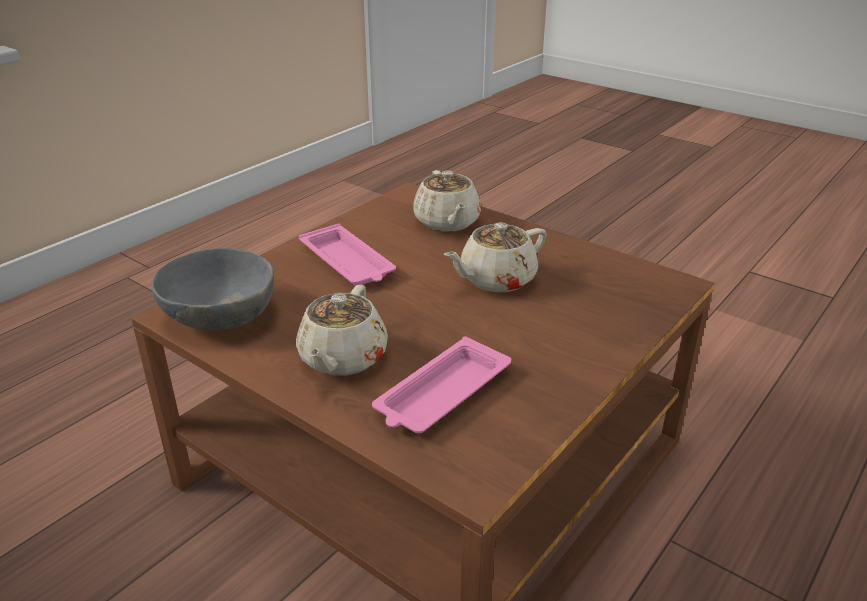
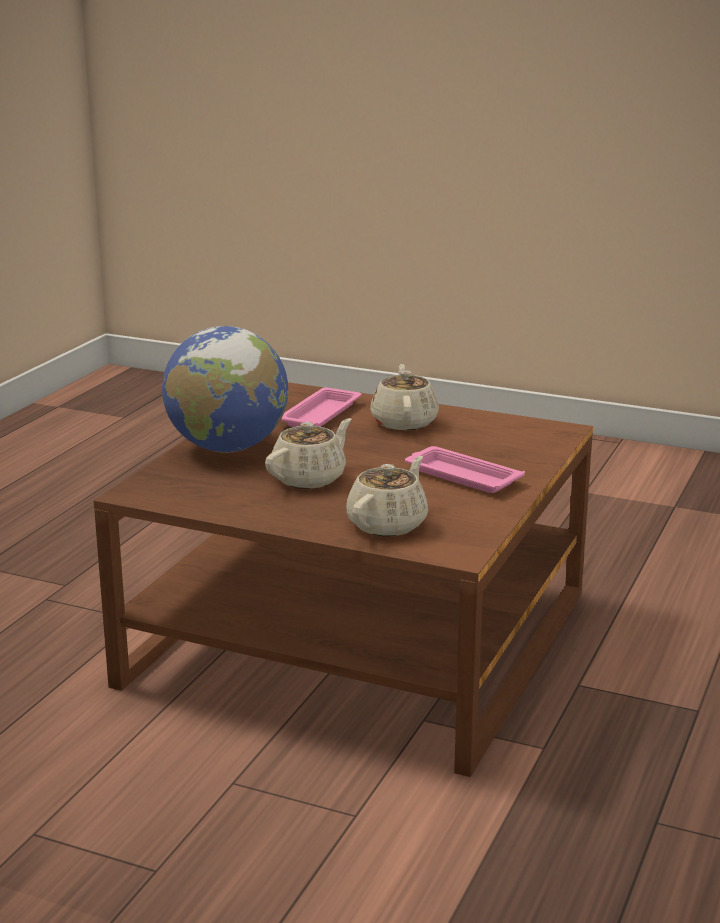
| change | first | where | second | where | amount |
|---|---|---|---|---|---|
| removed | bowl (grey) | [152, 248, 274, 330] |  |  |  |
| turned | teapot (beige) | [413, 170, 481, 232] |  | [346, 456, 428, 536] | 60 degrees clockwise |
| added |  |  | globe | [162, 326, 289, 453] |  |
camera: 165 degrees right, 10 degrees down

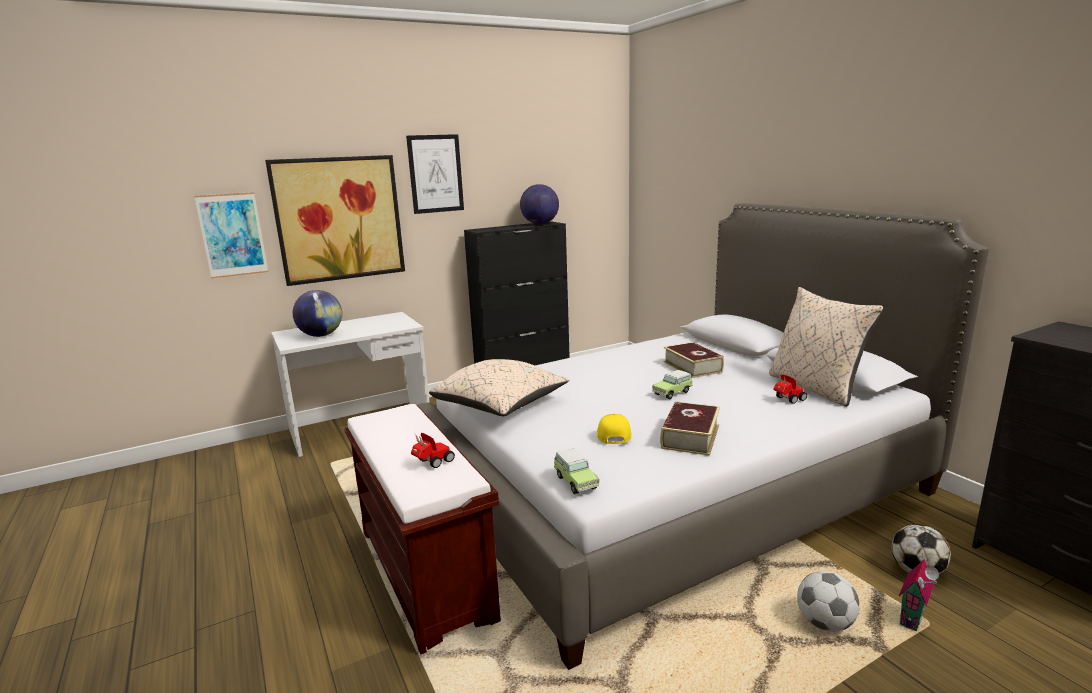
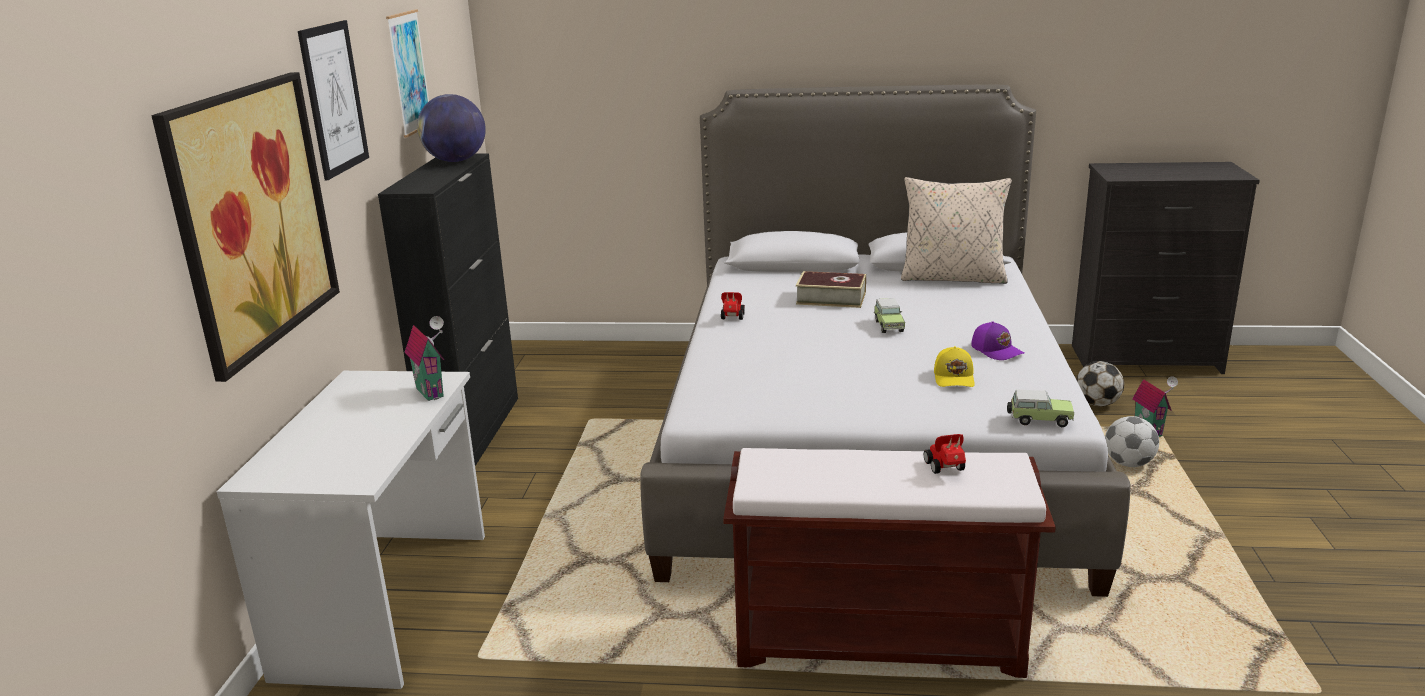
| change | first | where | second | where | amount |
|---|---|---|---|---|---|
| moved | picture | [194, 192, 268, 279] |  | [386, 9, 429, 138] |  |
| removed | globe | [293, 290, 342, 337] |  |  |  |
| removed | pillow (beige) | [429, 359, 569, 416] |  |  |  |
| turned | cap (yellow) | [597, 413, 631, 444] |  | [934, 346, 975, 387] | 120 degrees counterclockwise |
| replaced | book | [660, 401, 720, 456] | cap (purple) | [971, 321, 1024, 360] |  |
| moved | toy car | [773, 374, 807, 404] |  | [721, 292, 745, 320] |  |
| added |  |  | toy house | [404, 316, 444, 401] |  |
camera: 55 degrees left, 5 degrees up

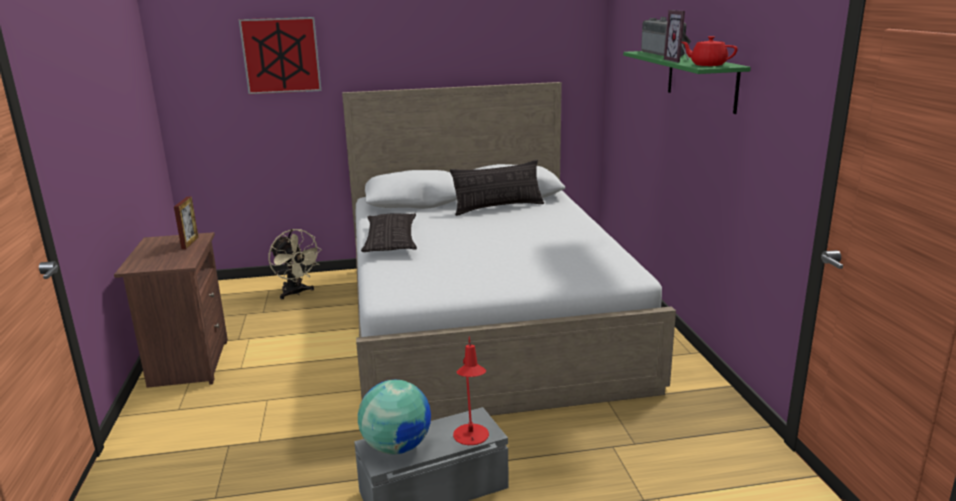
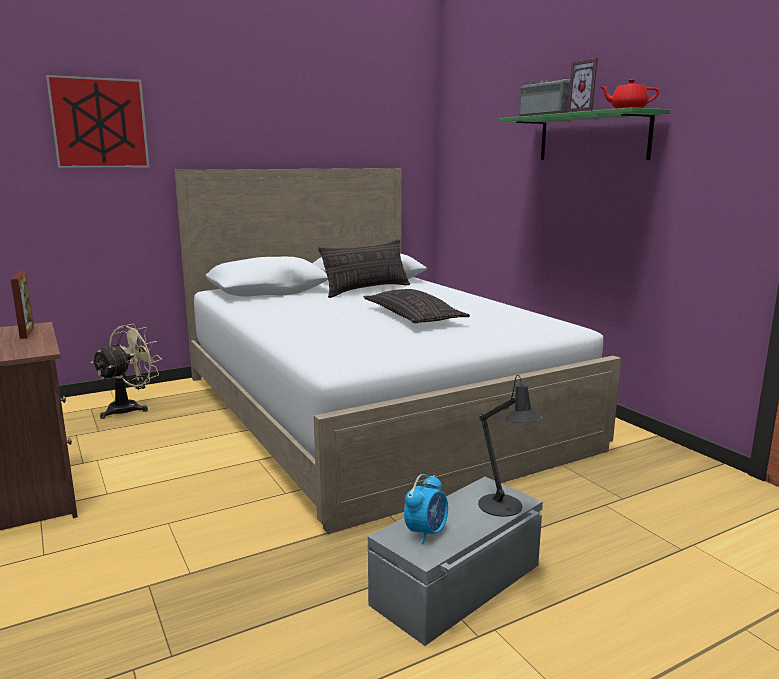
| change | first | where | second | where | amount |
|---|---|---|---|---|---|
| turned | fan (beige) | [268, 229, 322, 299] |  | [91, 324, 162, 419] | 90 degrees counterclockwise |
| replaced | globe | [358, 380, 431, 454] | alarm clock | [404, 474, 448, 544] |  |
| moved | pillow | [361, 213, 417, 252] |  | [364, 289, 470, 323] |  |
| recoloured | table lamp (red) | [453, 337, 489, 445] | table lamp (black) | [478, 375, 542, 517] |  |
camera: 20 degrees left, 5 degrees down

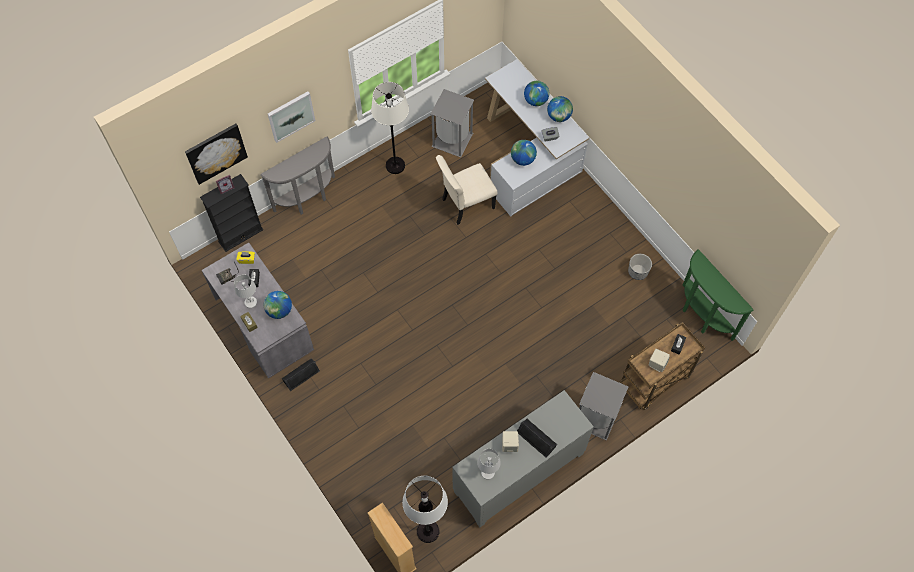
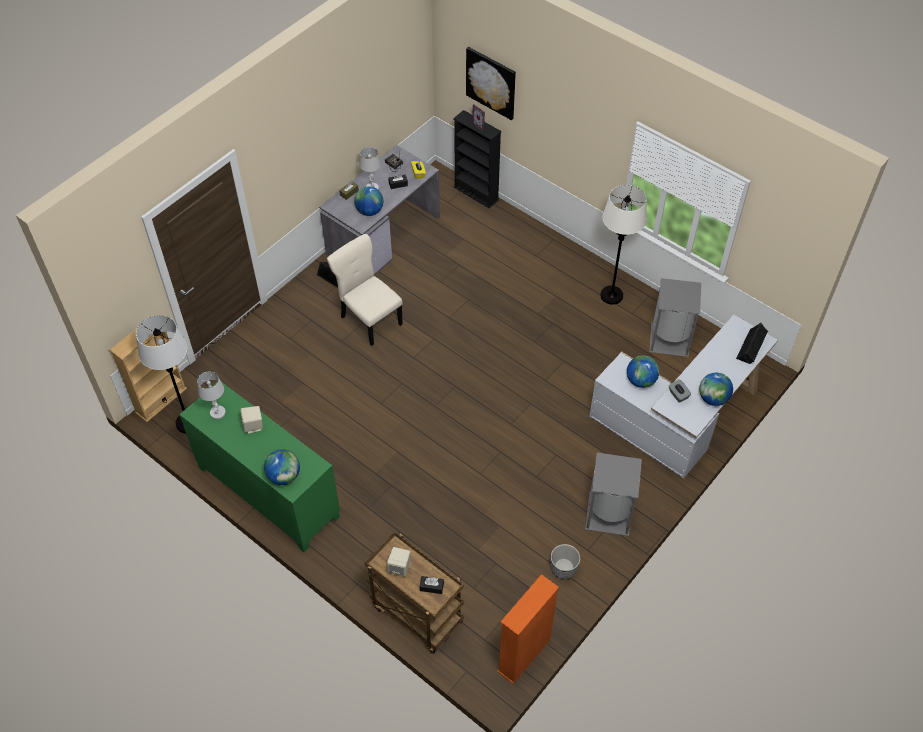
| change | first | where | second | where | amount |
|---|---|---|---|---|---|
| removed | console table (grey) | [260, 136, 335, 215] |  |  |  |
| removed | picture | [268, 91, 315, 143] |  |  |  |
| moved | chair (beige) | [436, 155, 497, 225] |  | [327, 234, 403, 346] |  |
| recoloured | cabinet (grey) | [452, 390, 594, 528] | cabinet (green) | [179, 383, 340, 552] |  |
| moved | speaker (black) | [517, 419, 557, 458] |  | [736, 323, 768, 364] |  |
| moved | globe | [524, 81, 549, 106] |  | [264, 449, 300, 485] |  |
| moved | trash can (grey) | [579, 372, 629, 441] |  | [585, 453, 642, 536] |  |
| replaced | console table (green) | [682, 249, 754, 341] | bookcase (orange) | [497, 574, 559, 684] |  |
camera: 75 degrees right, 10 degrees down

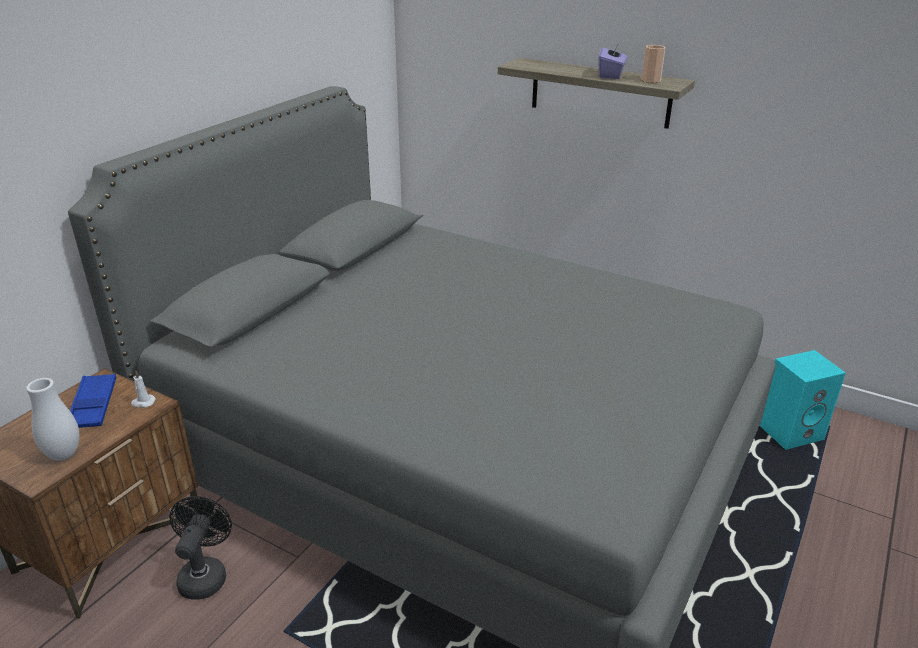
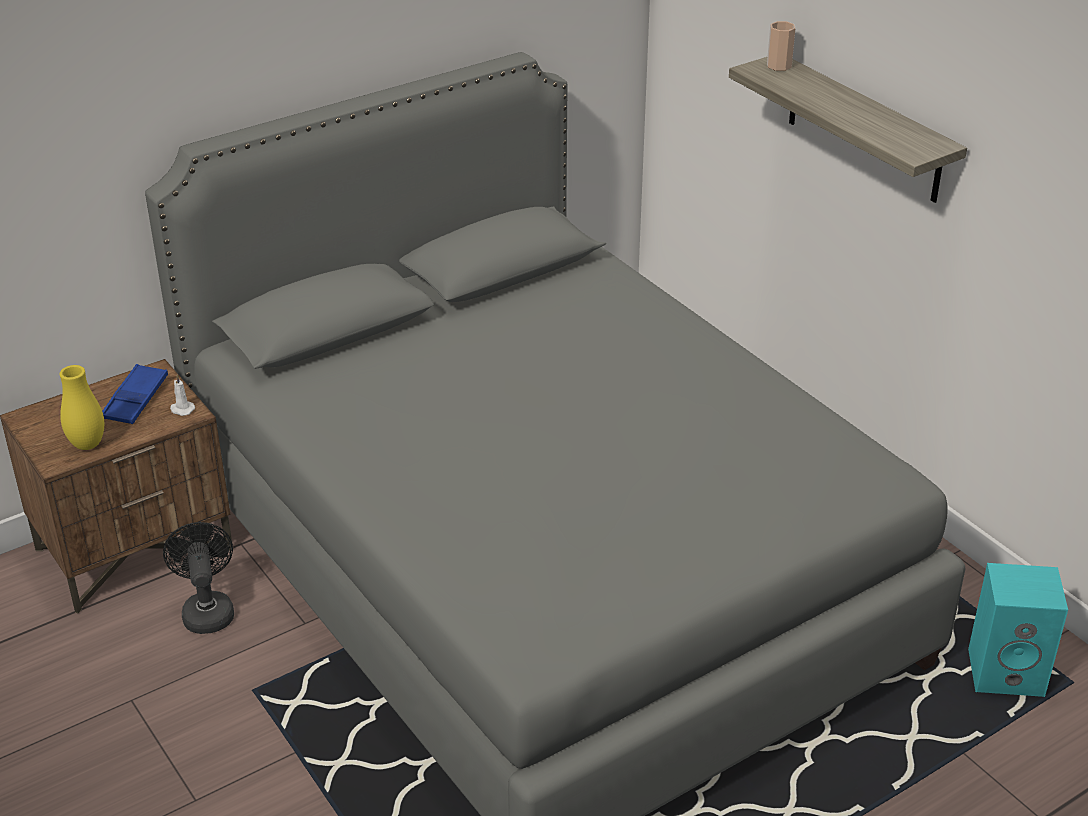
| change | first | where | second | where | amount |
|---|---|---|---|---|---|
| recoloured | vase (white) | [26, 378, 79, 461] | vase (yellow) | [59, 365, 104, 450] |  |
| turned | fan (black) | [169, 496, 232, 600] |  | [163, 522, 234, 634] | 45 degrees counterclockwise |
| removed | tissue box (purple) | [598, 42, 627, 79] |  |  |  |
| moved | cup | [641, 45, 666, 83] |  | [767, 21, 796, 71] |  |
camera: 25 degrees right, 5 degrees up

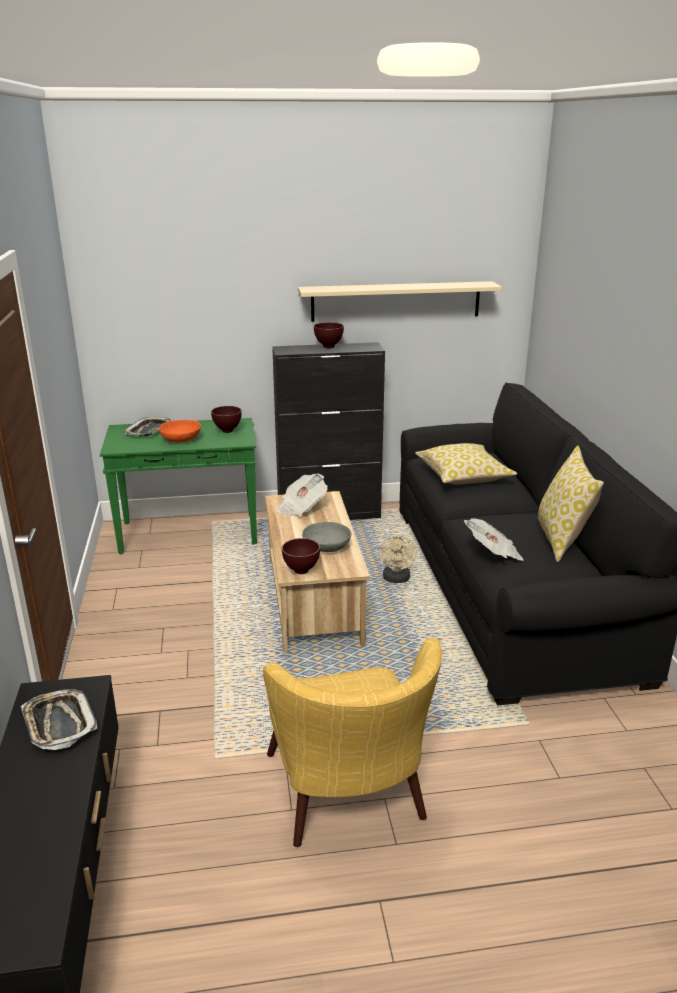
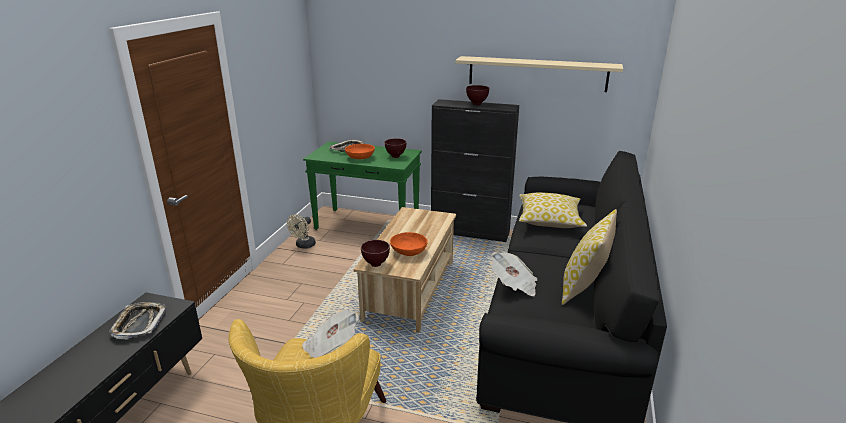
| change | first | where | second | where | amount |
|---|---|---|---|---|---|
| moved | newspaper | [276, 474, 328, 516] |  | [302, 309, 359, 358] |  |
| recoloured | bowl (grey) | [302, 522, 351, 552] | bowl (orange) | [390, 232, 428, 256] |  |
| moved | fan (beige) | [379, 535, 417, 583] |  | [287, 214, 316, 249] |  |
camera: 25 degrees right, 0 degrees up

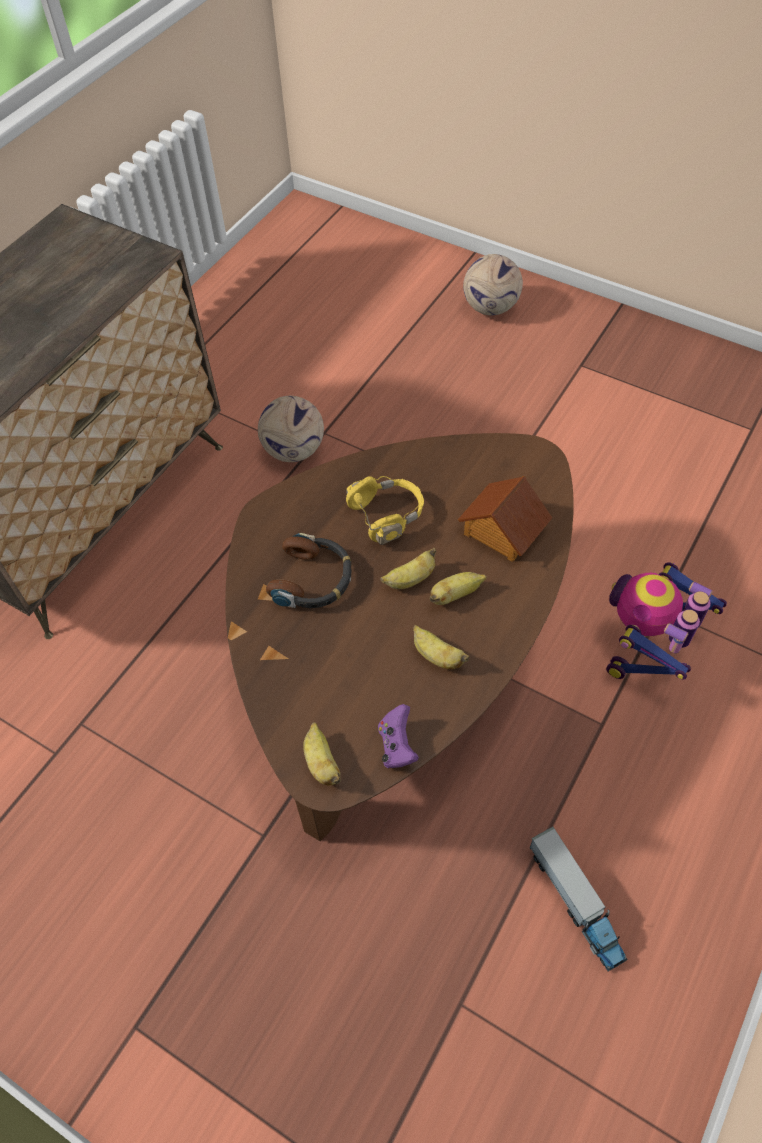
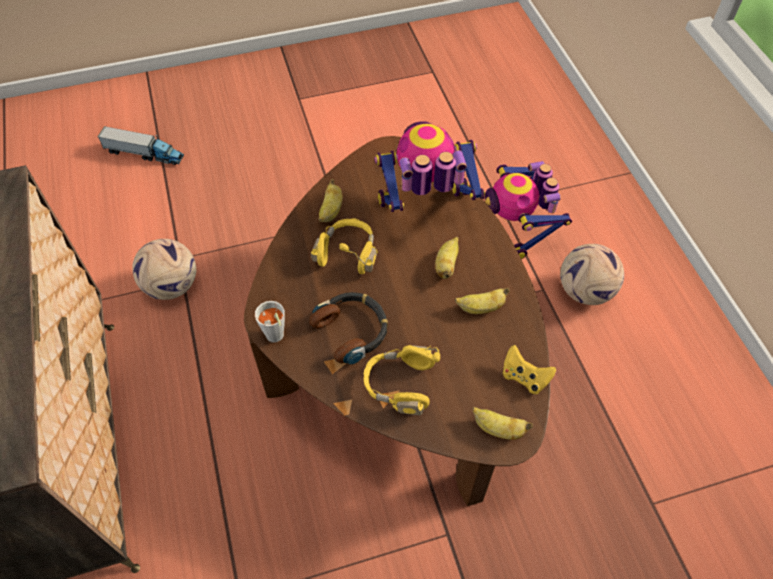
| change | first | where | second | where | amount |
|---|---|---|---|---|---|
| recoloured | game controller (purple) | [378, 704, 419, 769] | game controller (yellow) | [503, 345, 556, 394] |  |
| moved | banana | [380, 548, 436, 589] |  | [319, 179, 343, 222] |  |
| replaced | toy house | [458, 476, 552, 562] | toy robot | [374, 121, 485, 212] |  |
| moved | football | [463, 254, 523, 315] |  | [560, 244, 624, 305] |  |
| moved | toy truck | [530, 827, 628, 971] |  | [98, 126, 184, 165] |  |
| added |  |  | cup (grey) | [255, 301, 285, 343] |  |
| added |  |  | headphones (yellow) | [364, 345, 440, 416] |  |
camera: 50 degrees left, 0 degrees up

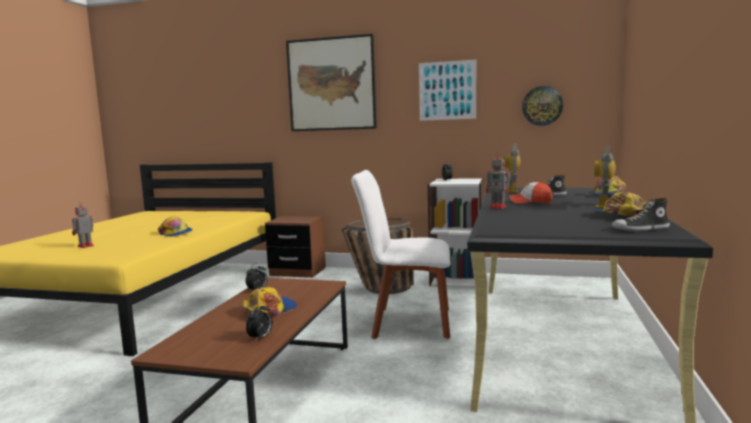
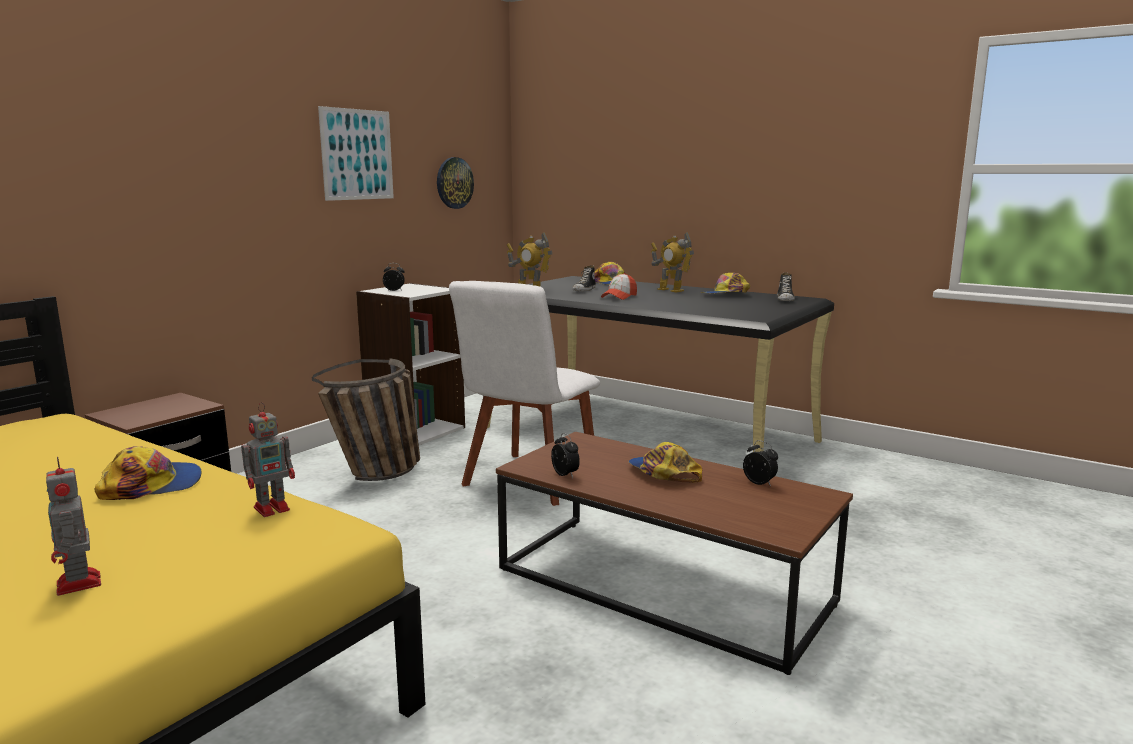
| change | first | where | second | where | amount |
|---|---|---|---|---|---|
| removed | picture | [286, 34, 377, 131] |  |  |  |
| moved | toy robot | [486, 152, 512, 209] |  | [241, 402, 295, 517] |  |
camera: 70 degrees left, 5 degrees up

